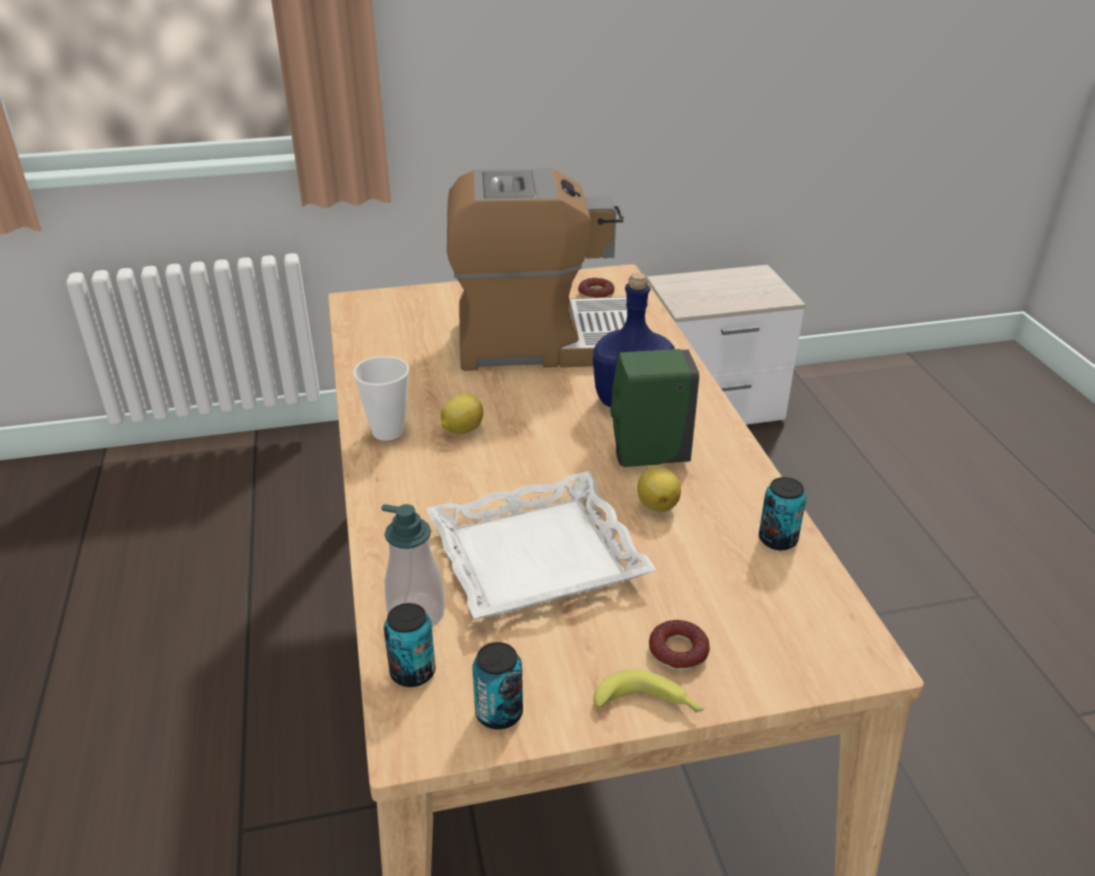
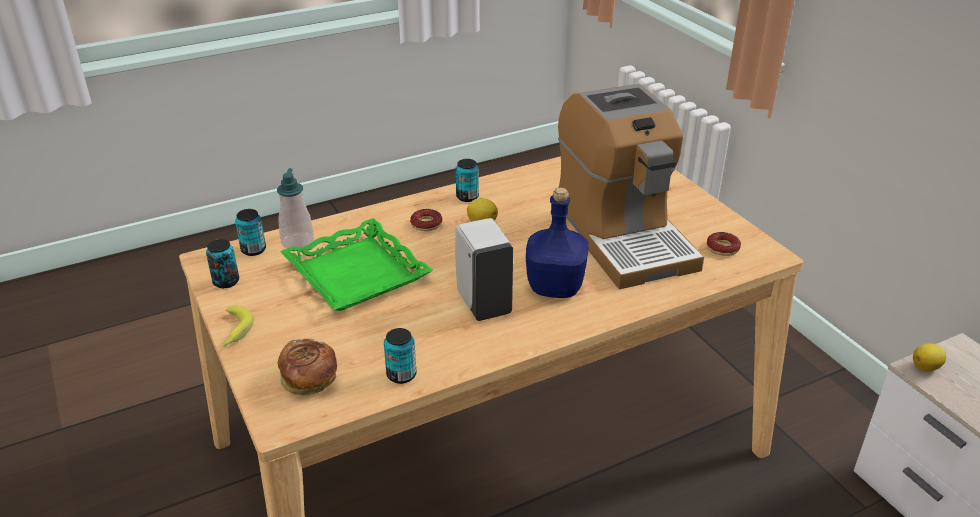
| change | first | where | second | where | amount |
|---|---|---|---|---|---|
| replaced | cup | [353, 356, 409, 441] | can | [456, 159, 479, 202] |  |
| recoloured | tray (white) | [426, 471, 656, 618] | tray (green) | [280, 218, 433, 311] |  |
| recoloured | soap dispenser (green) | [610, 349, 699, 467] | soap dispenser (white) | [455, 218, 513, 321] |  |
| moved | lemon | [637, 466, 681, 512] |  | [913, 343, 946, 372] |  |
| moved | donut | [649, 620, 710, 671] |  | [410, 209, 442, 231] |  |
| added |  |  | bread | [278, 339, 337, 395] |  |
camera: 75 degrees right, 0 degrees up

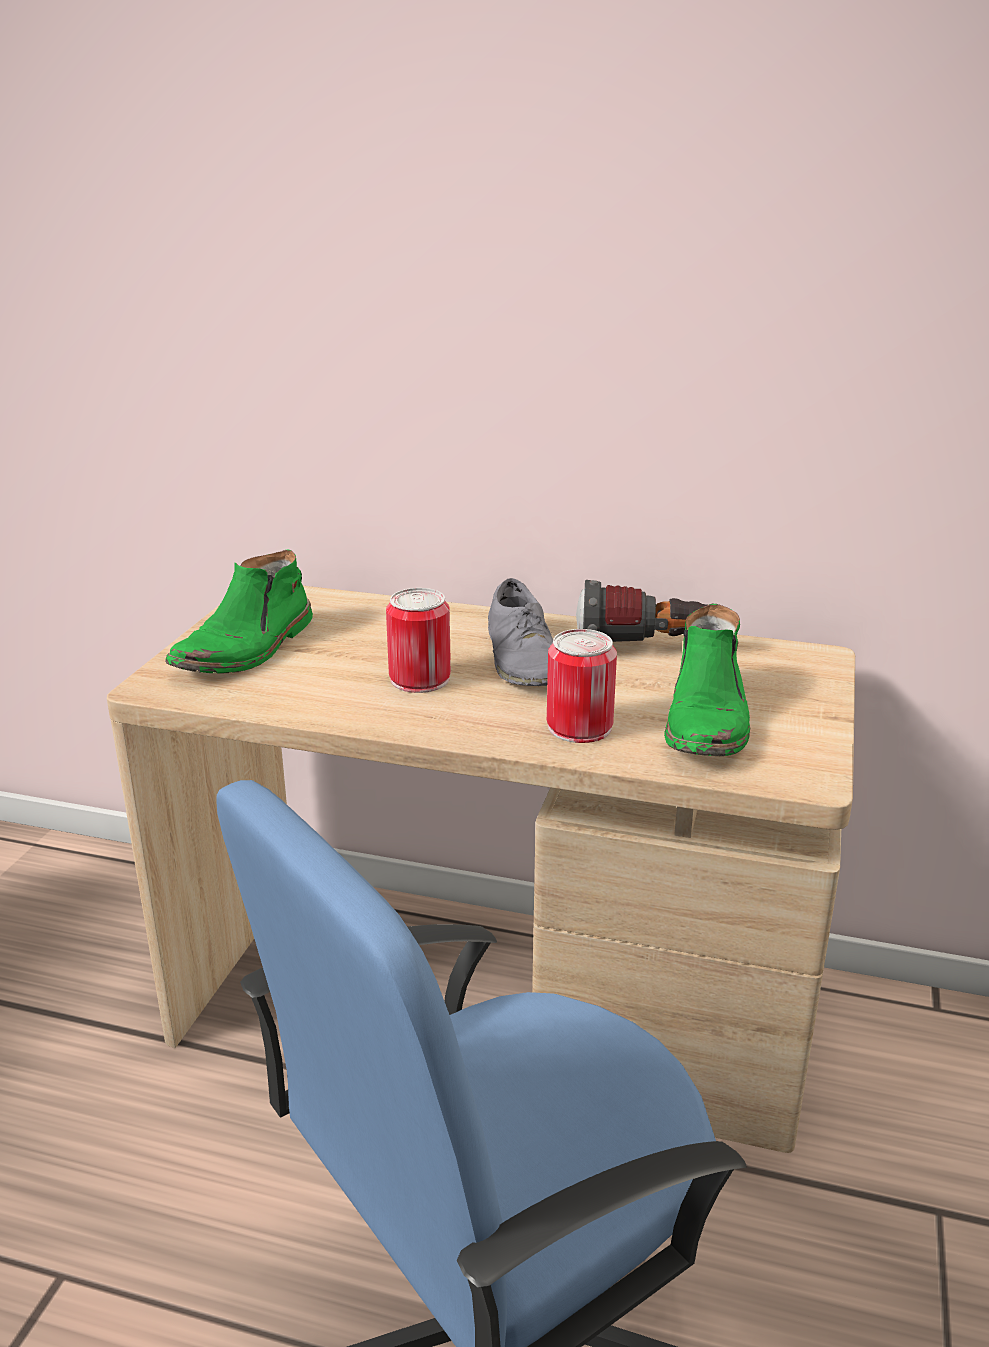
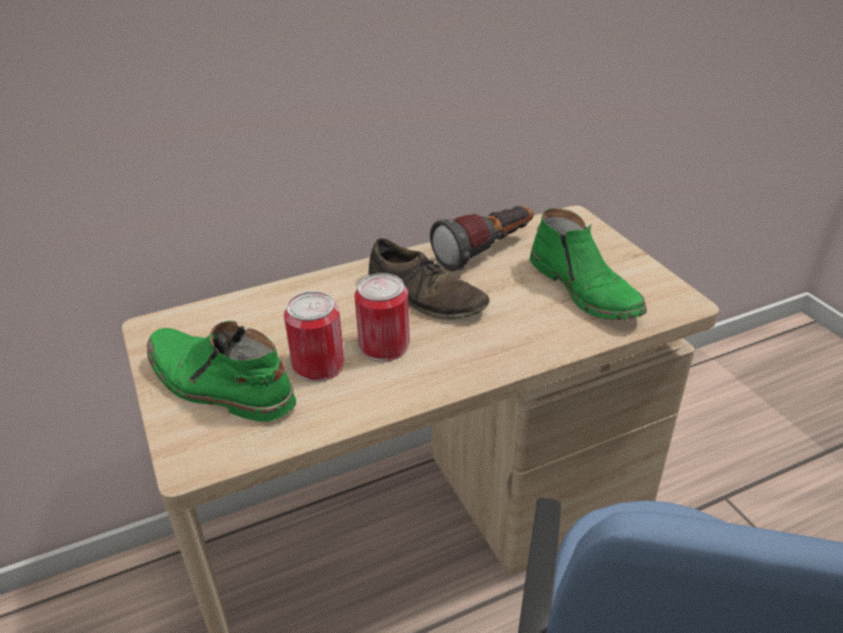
| change | first | where | second | where | amount |
|---|---|---|---|---|---|
| turned | boot (green) | [165, 549, 313, 674] |  | [147, 321, 296, 422] | 135 degrees clockwise |
| recoloured | shoe (grey) | [488, 578, 553, 686] | shoe (brown) | [368, 238, 490, 319] |  |
| moved | can | [547, 629, 617, 743] |  | [284, 291, 344, 382] |  |
camera: 40 degrees left, 10 degrees up

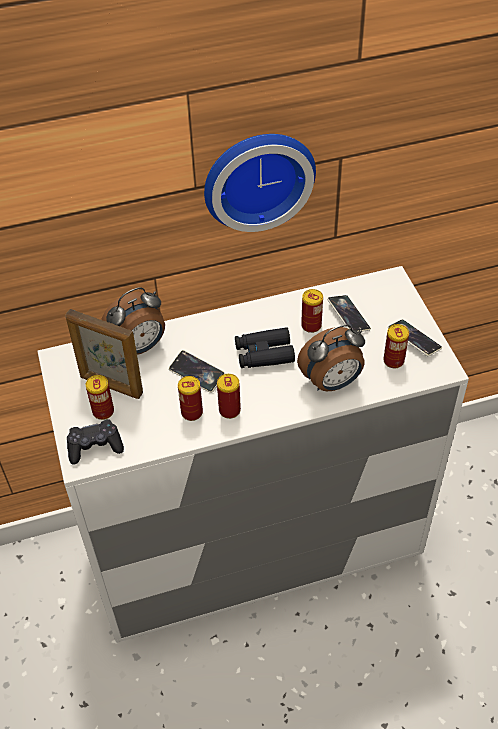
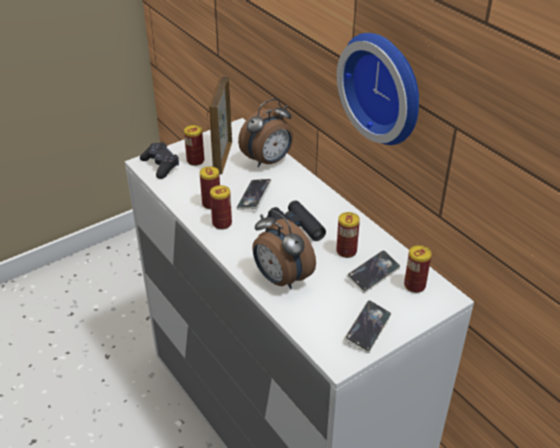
| change | first | where | second | where | amount |
|---|---|---|---|---|---|
| turned | alarm clock | [101, 288, 165, 355] |  | [238, 98, 293, 167] | 75 degrees counterclockwise |
| moved | can | [383, 324, 409, 368] |  | [404, 245, 432, 293] |  |
camera: 70 degrees right, 10 degrees down

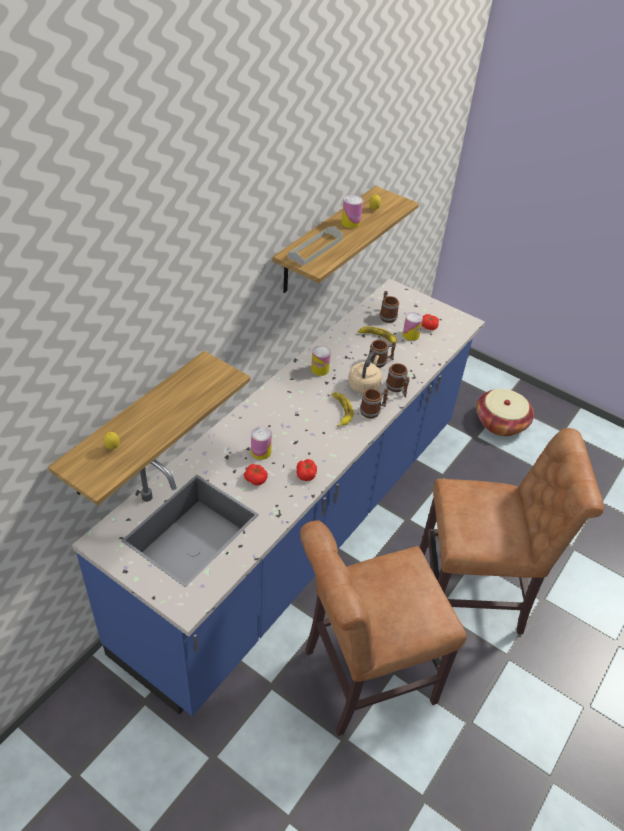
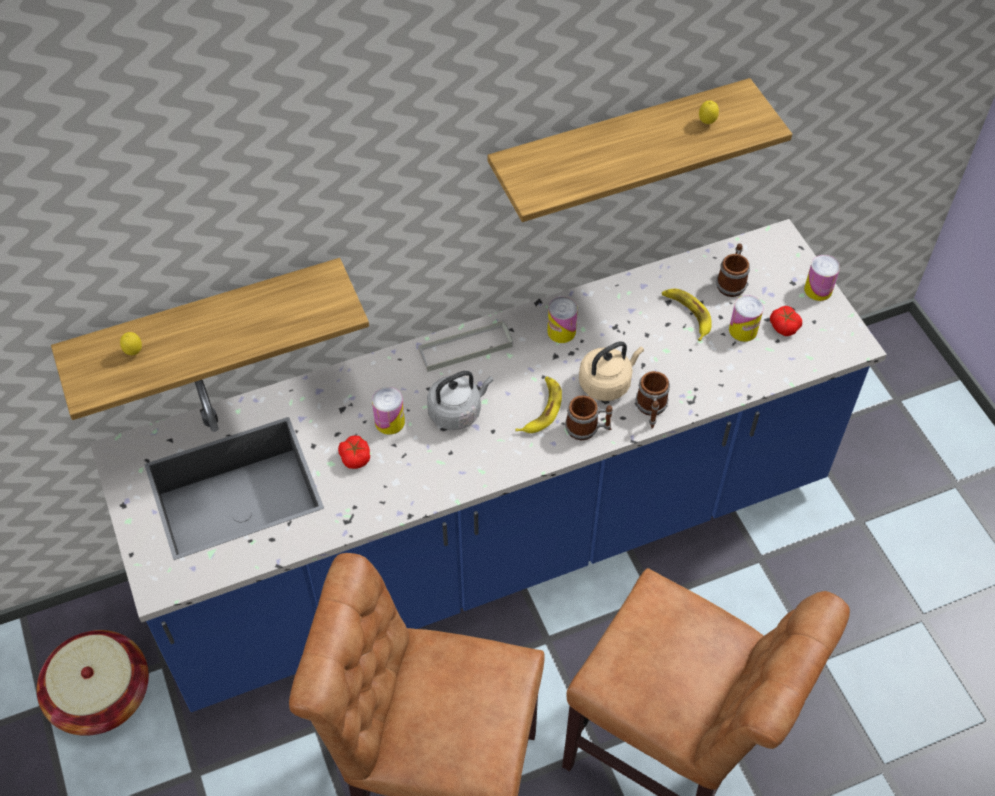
| change | first | where | second | where | amount |
|---|---|---|---|---|---|
| moved | tray (grey) | [288, 226, 343, 266] |  | [418, 320, 513, 372] |  |
| removed | tomato | [296, 459, 317, 481] |  |  |  |
| moved | can | [341, 195, 363, 228] |  | [804, 255, 840, 301] |  |
| removed | mug | [369, 340, 396, 368] |  |  |  |
| moved | basket | [476, 389, 534, 436] |  | [37, 630, 149, 736] |  |
| added |  |  | kettle (grey) | [427, 371, 494, 430] |  |
camera: 35 degrees right, 10 degrees up

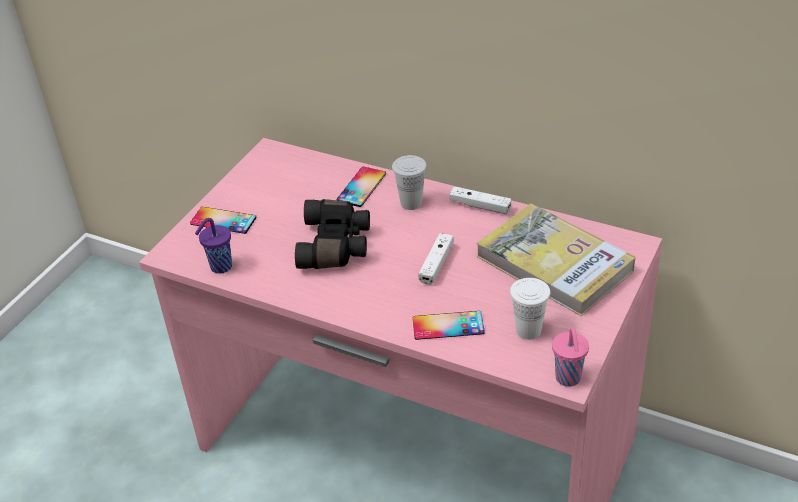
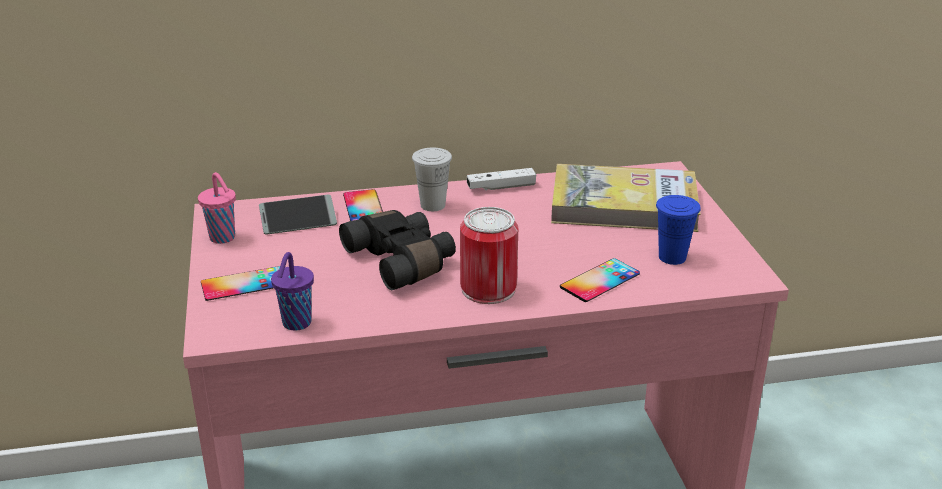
| change | first | where | second | where | amount |
|---|---|---|---|---|---|
| removed | game controller (white) | [418, 233, 454, 285] |  |  |  |
| recoloured | cup (white) | [510, 278, 550, 340] | cup (blue) | [656, 195, 701, 265] |  |
| moved | cup (pink) | [552, 327, 589, 387] |  | [198, 172, 236, 244] |  |
| added |  |  | phone | [259, 195, 337, 234] |  |
| added |  |  | can | [460, 207, 518, 304] |  |
camera: 40 degrees left, 10 degrees down

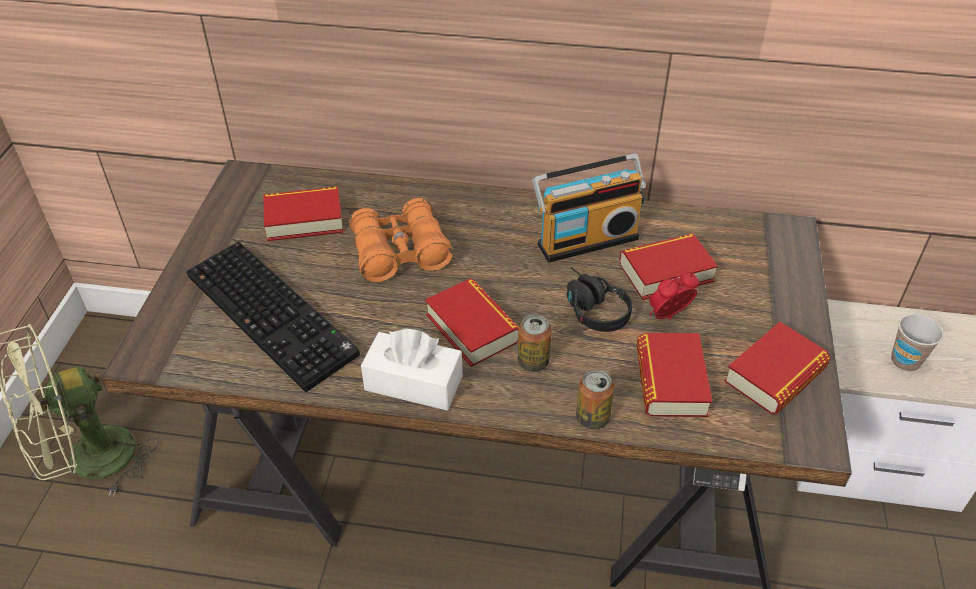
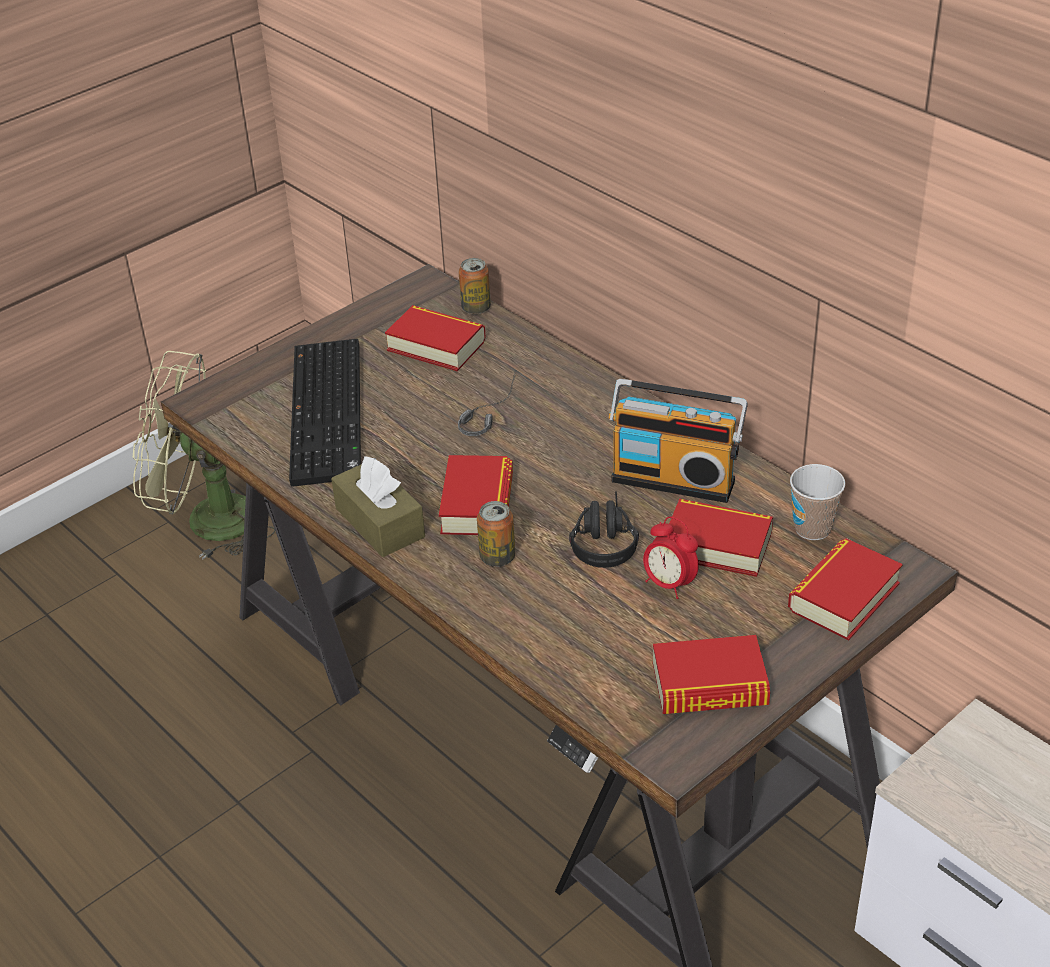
| change | first | where | second | where | amount |
|---|---|---|---|---|---|
| replaced | binoculars (orange) | [349, 198, 453, 282] | headphones | [458, 370, 517, 436] |  |
| recoloured | tissue box (white) | [361, 329, 463, 410] | tissue box (brown) | [331, 456, 425, 557] |  |
| moved | can | [576, 369, 614, 429] |  | [459, 258, 491, 314] |  |
| moved | book | [637, 333, 713, 417] |  | [788, 538, 903, 640] |  |
| turned | alarm clock | [649, 271, 699, 320] |  | [643, 517, 699, 599] | 150 degrees counterclockwise |
| moved | cup | [891, 314, 944, 372] |  | [790, 464, 845, 540] |  |
camera: 40 degrees right, 5 degrees down

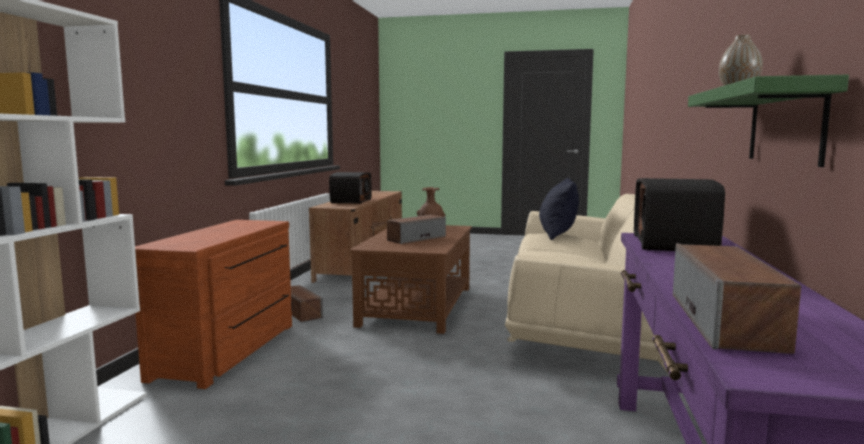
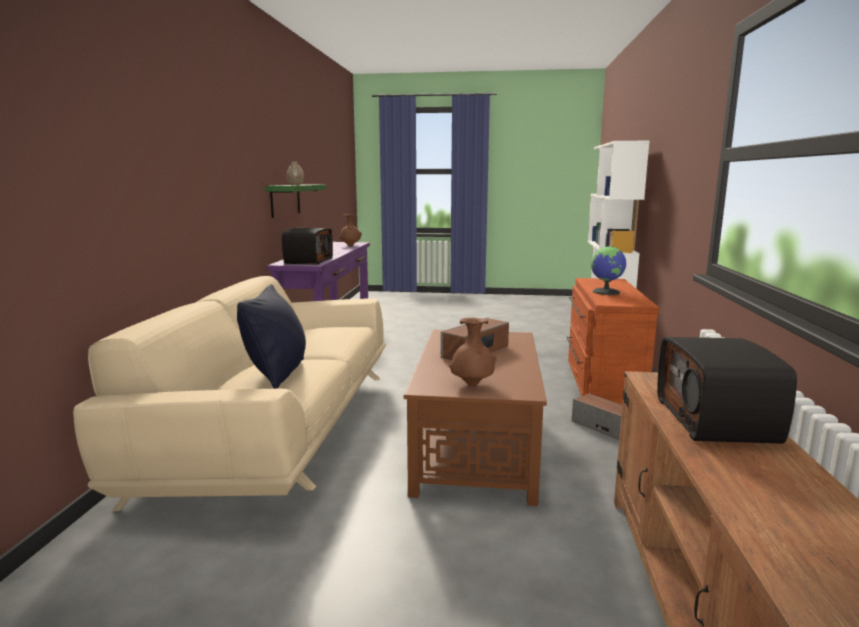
| change | first | where | second | where | amount |
|---|---|---|---|---|---|
| replaced | speaker | [673, 243, 801, 354] | vase (brown) | [339, 214, 362, 246] |  |
| added |  |  | globe | [590, 246, 626, 295] |  |
camera: 175 degrees right, 5 degrees up

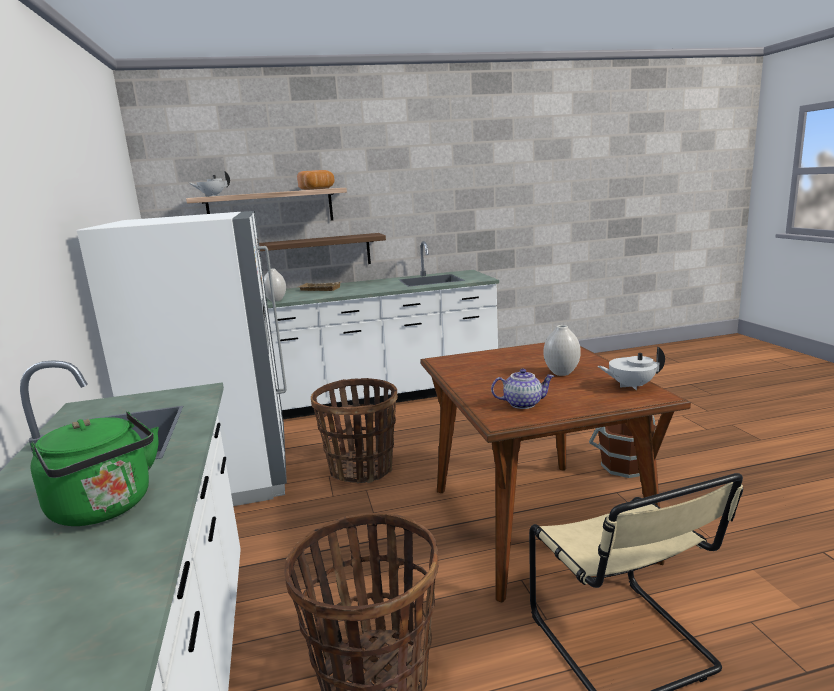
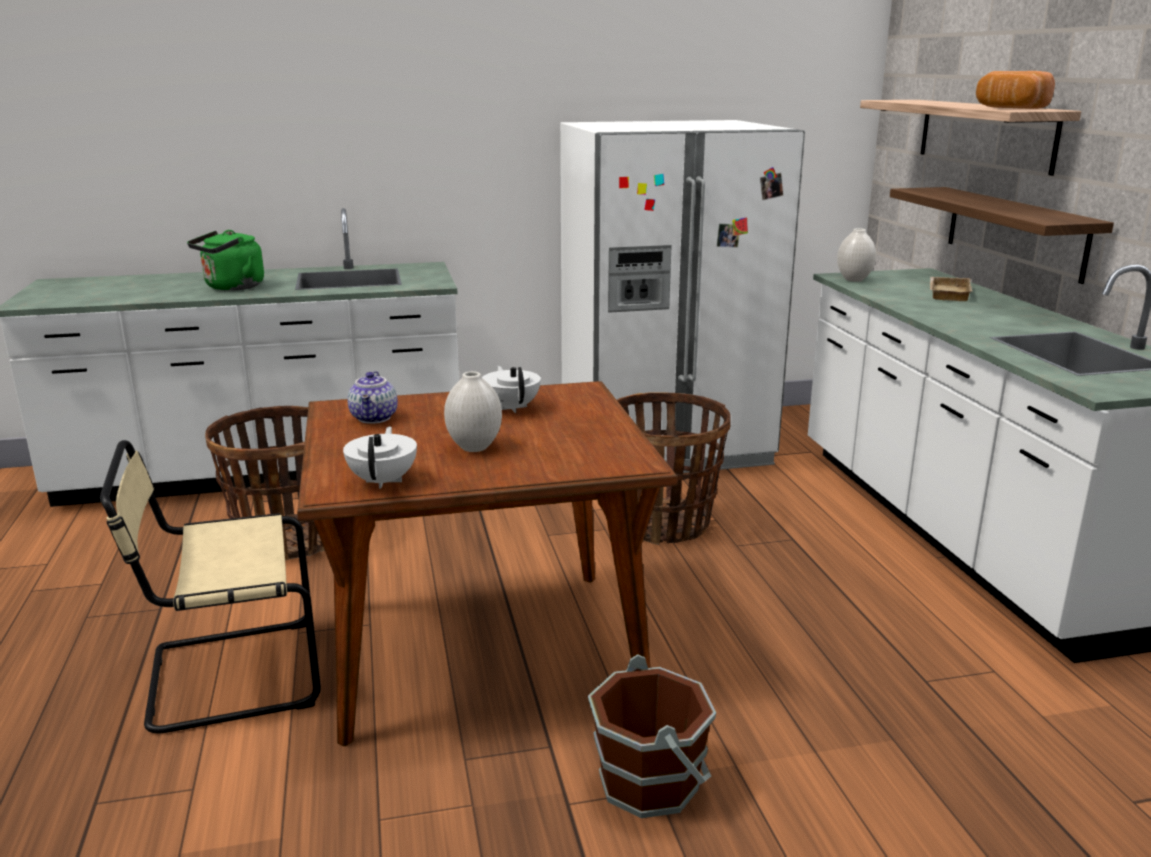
| change | first | where | second | where | amount |
|---|---|---|---|---|---|
| moved | teapot (white) | [189, 171, 230, 197] |  | [482, 366, 541, 413] |  |
camera: 90 degrees right, 5 degrees up

